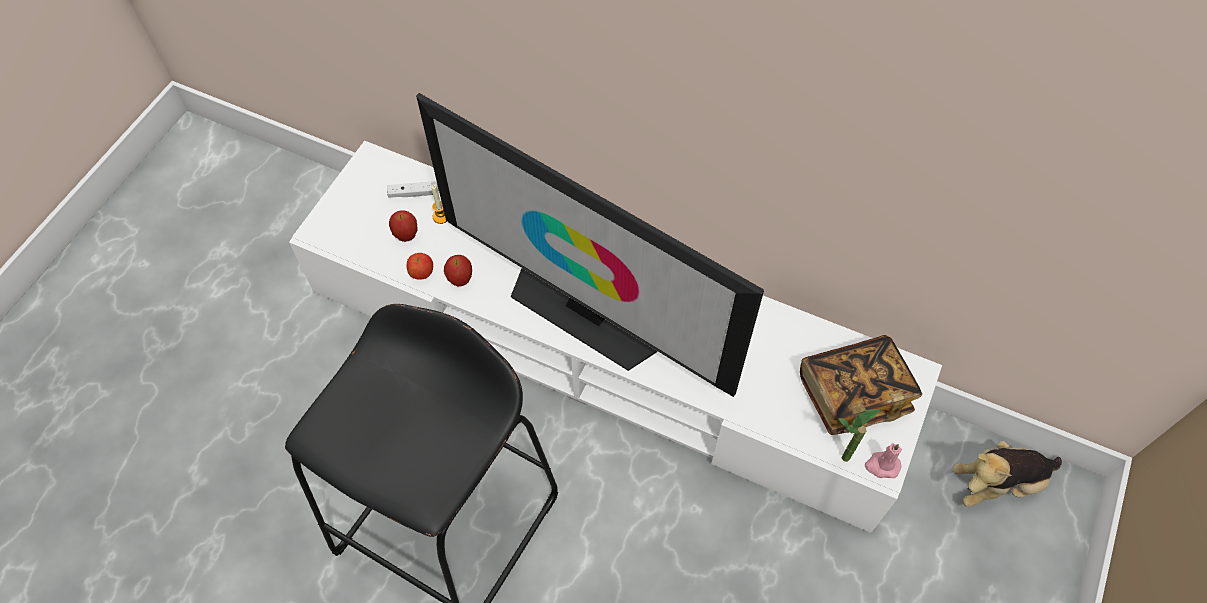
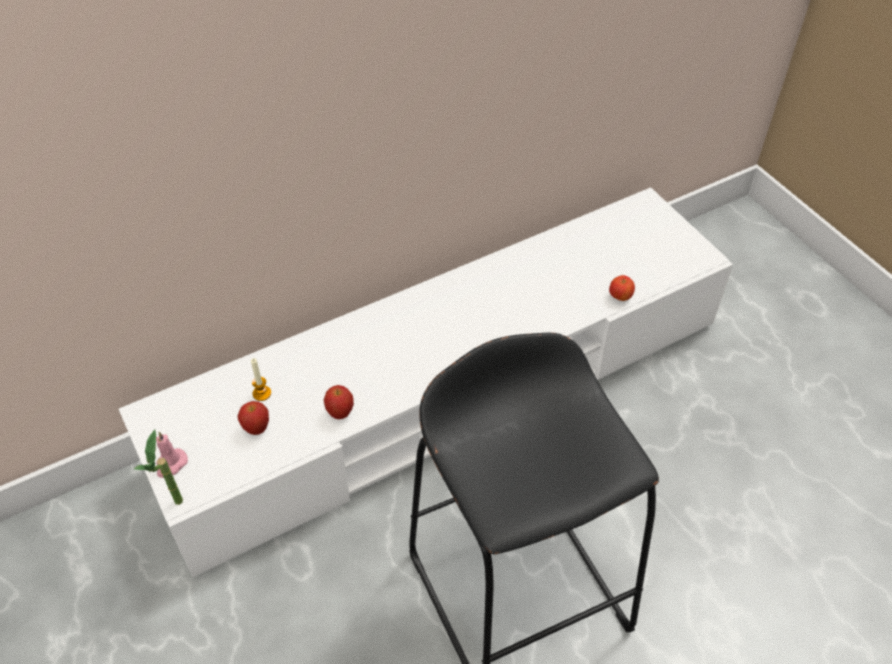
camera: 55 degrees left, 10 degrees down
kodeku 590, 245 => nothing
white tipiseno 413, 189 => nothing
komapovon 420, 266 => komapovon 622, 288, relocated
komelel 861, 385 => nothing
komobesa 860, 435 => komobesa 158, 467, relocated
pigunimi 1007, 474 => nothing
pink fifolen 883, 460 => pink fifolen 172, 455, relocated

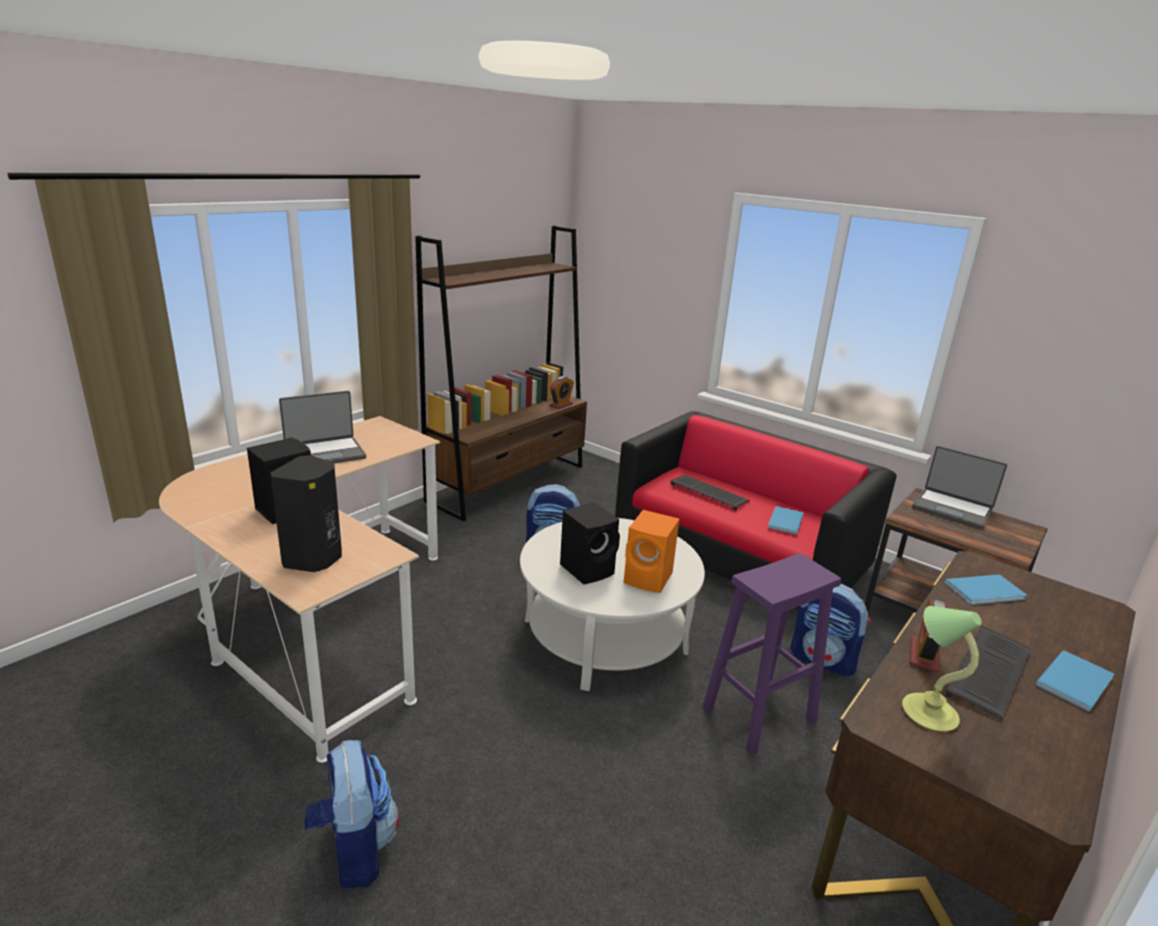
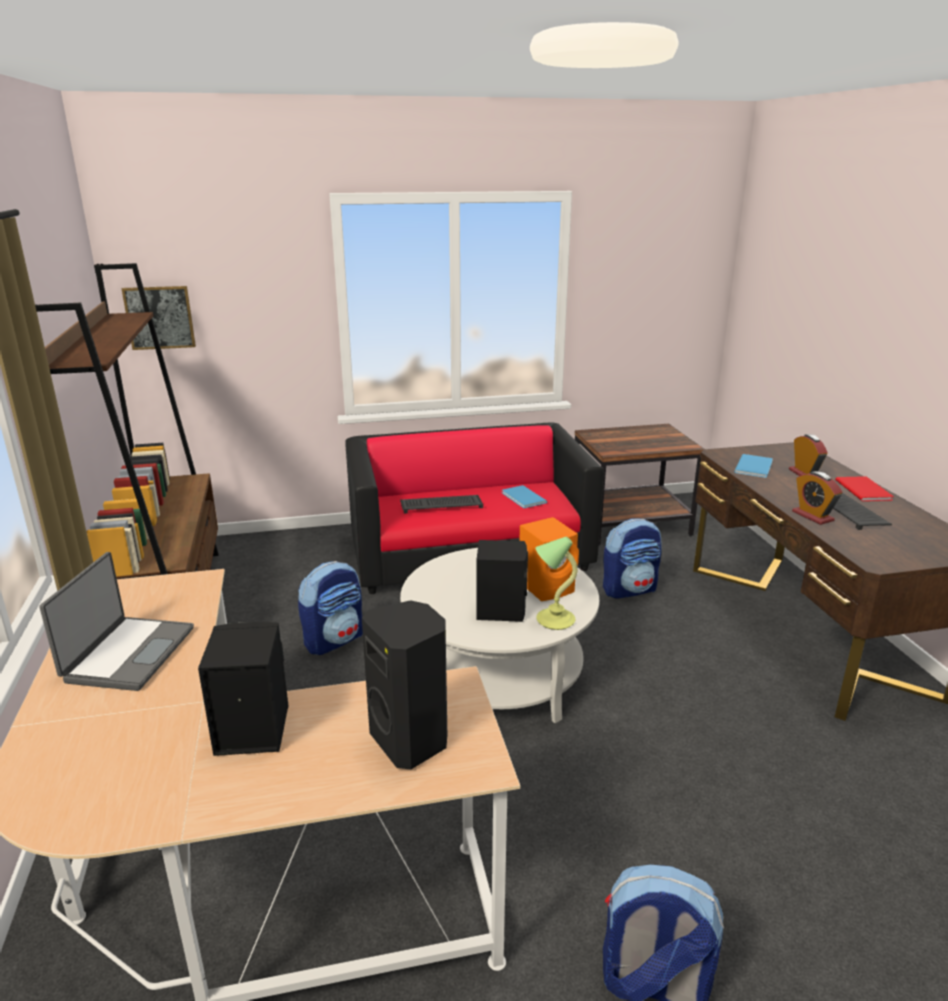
camera: 50 degrees left, 0 degrees up
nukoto 561, 392 => nukoto 808, 455, relocated
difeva 959, 487 => nothing
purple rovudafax 771, 653 => nothing
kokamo 941, 668 => kokamo 557, 583, relocated
blue komelel 1075, 681 => red komelel 864, 488
nothing => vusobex 159, 318

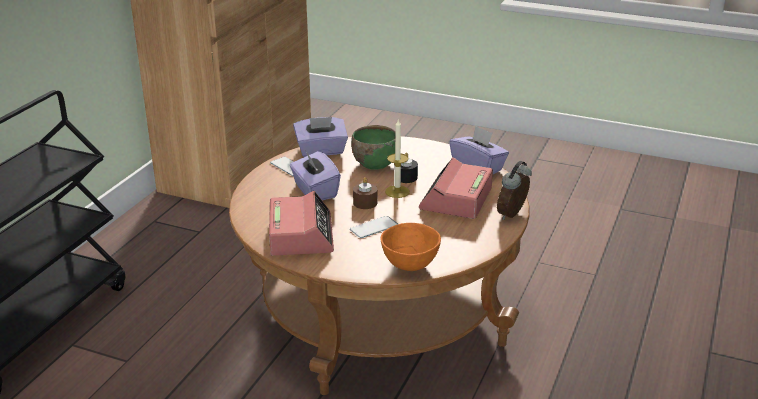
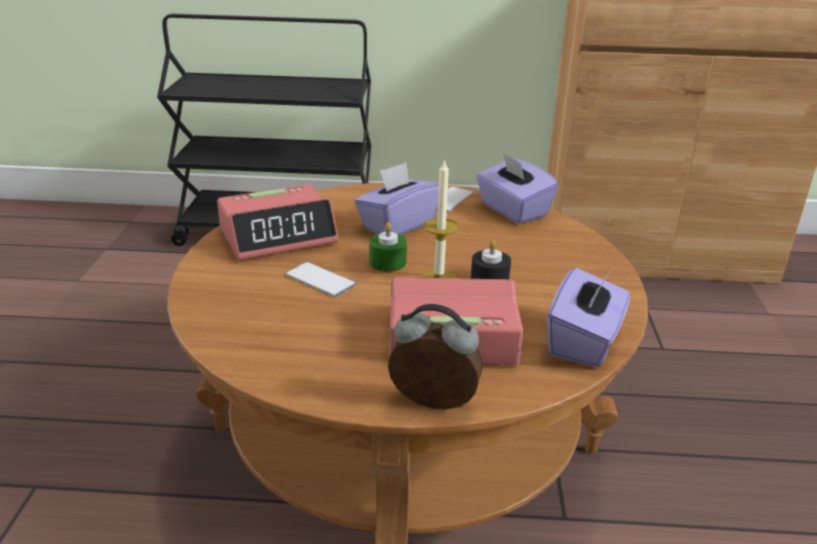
camera: 70 degrees right, 0 degrees up
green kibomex 373, 147 => nothing
brown fifolen 365, 193 => green fifolen 388, 247
orange kibomex 410, 247 => nothing

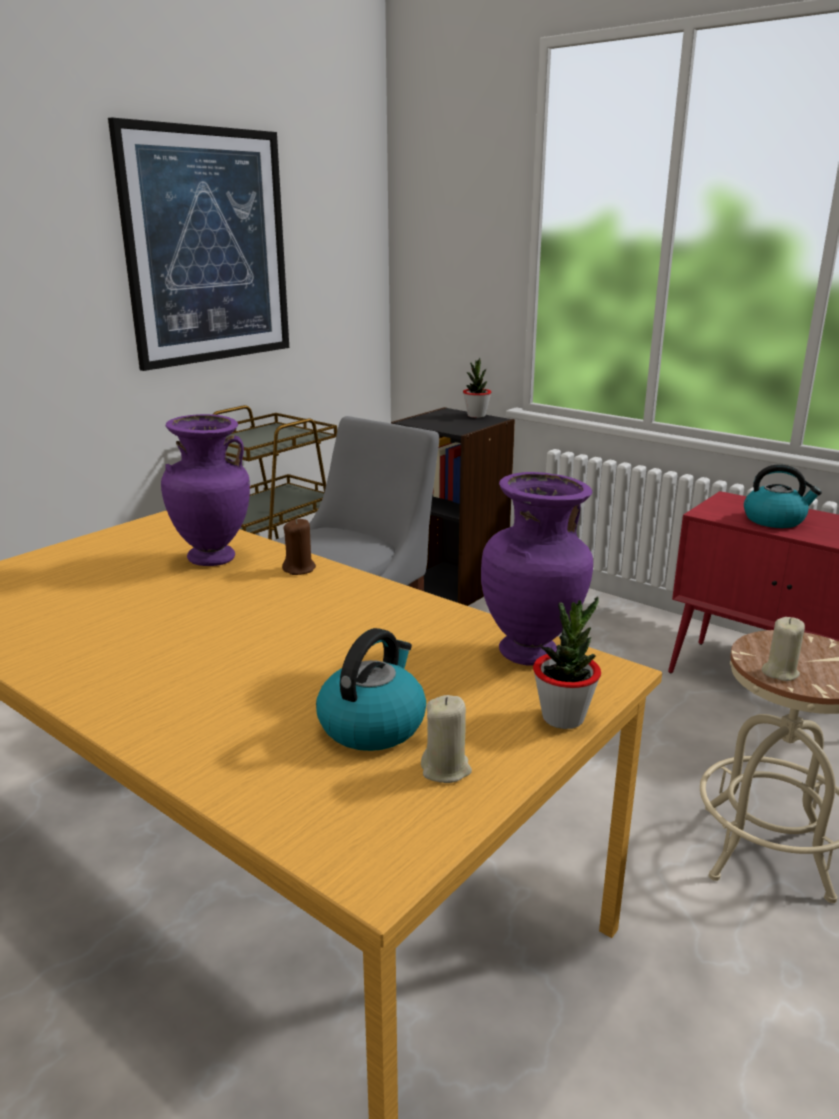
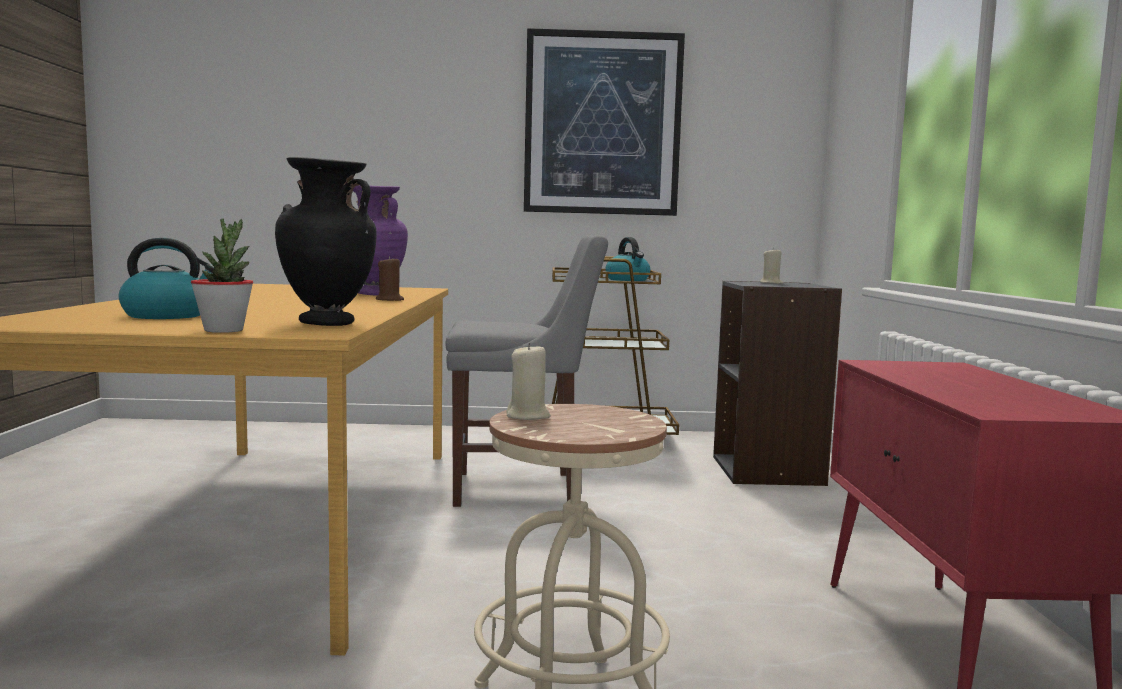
camera: 50 degrees right, 15 degrees down
komobesa 477, 388 => nothing
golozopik 783, 496 => golozopik 628, 259, relocated
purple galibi 537, 569 => black galibi 326, 241
beige fifolen 446, 739 => beige fifolen 771, 266, relocated

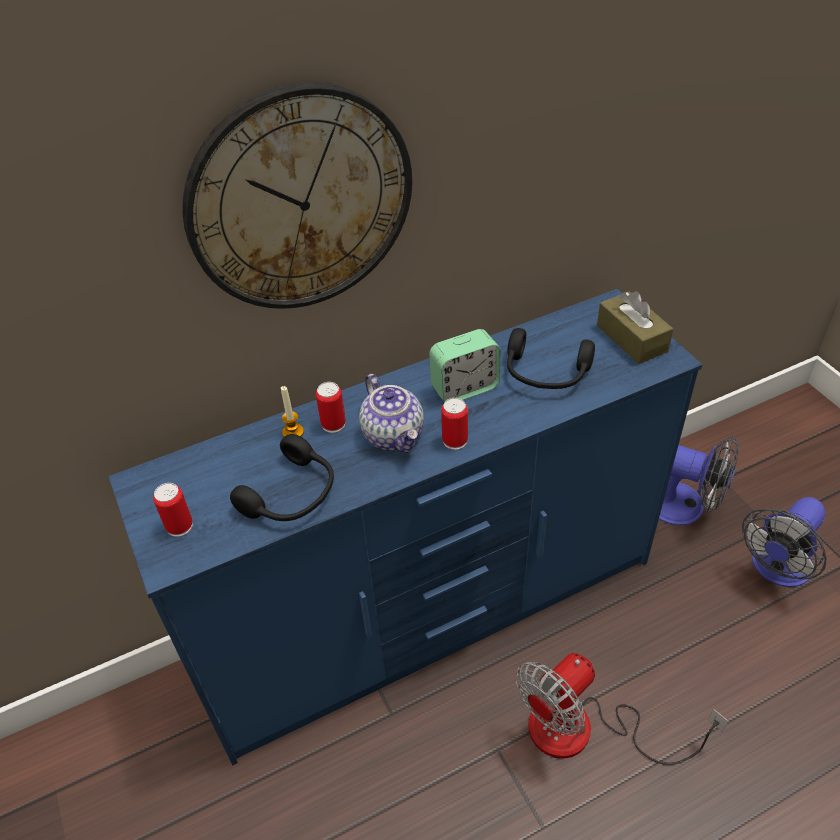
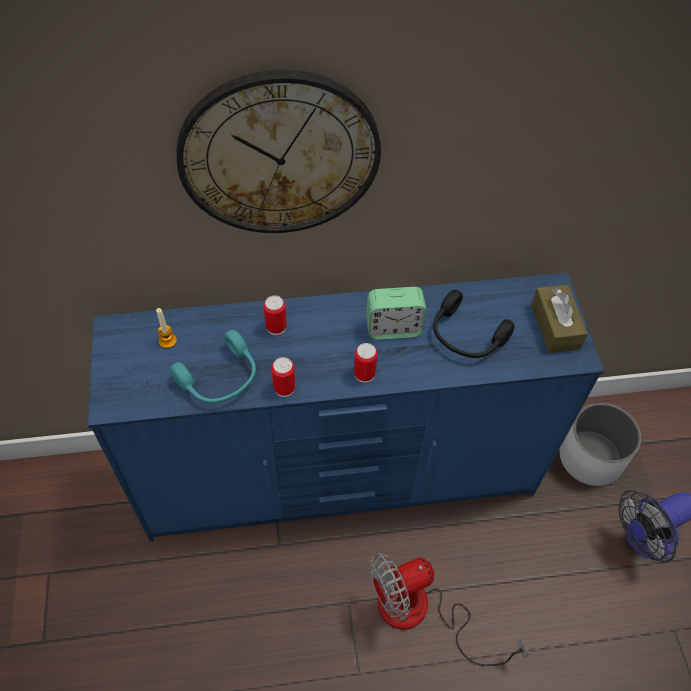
camera: 15 degrees right, 10 degrees up
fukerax 391, 413 => nothing
fifolen 292, 411 => fifolen 166, 328, relocated
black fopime 282, 477 => turquoise fopime 213, 367
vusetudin 699, 480 => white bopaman 600, 444
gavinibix 173, 510 => gavinibix 283, 377, relocated

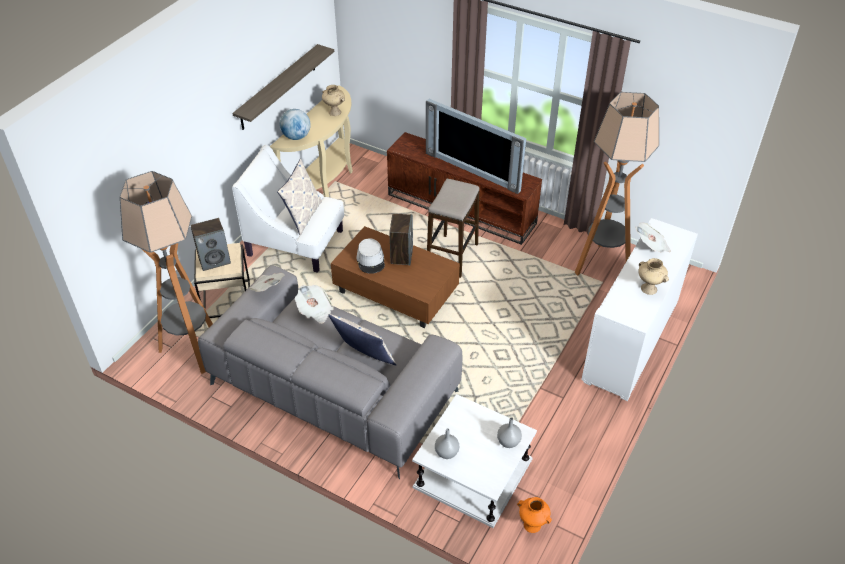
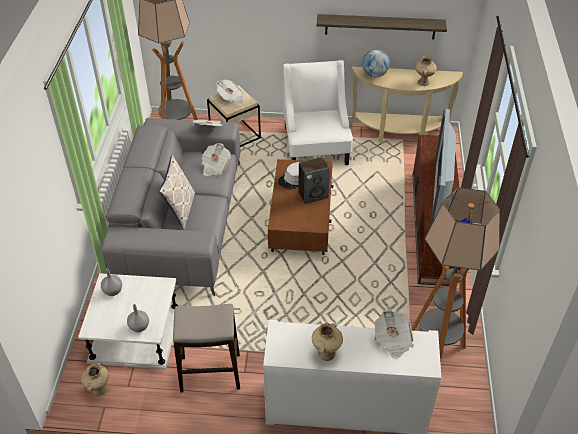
camera: 65 degrees right, 0 degrees up
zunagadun 299, 197 => nothing
rovudafax 453, 228 => rovudafax 206, 348, relocated
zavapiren 211, 244 => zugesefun 230, 92
orange galibi 534, 515 => beige galibi 95, 379

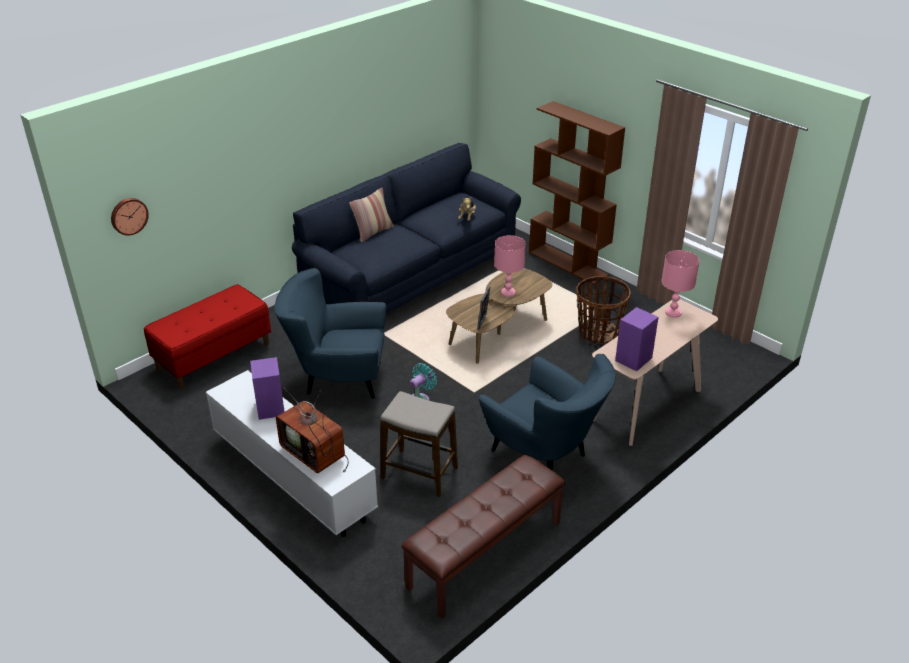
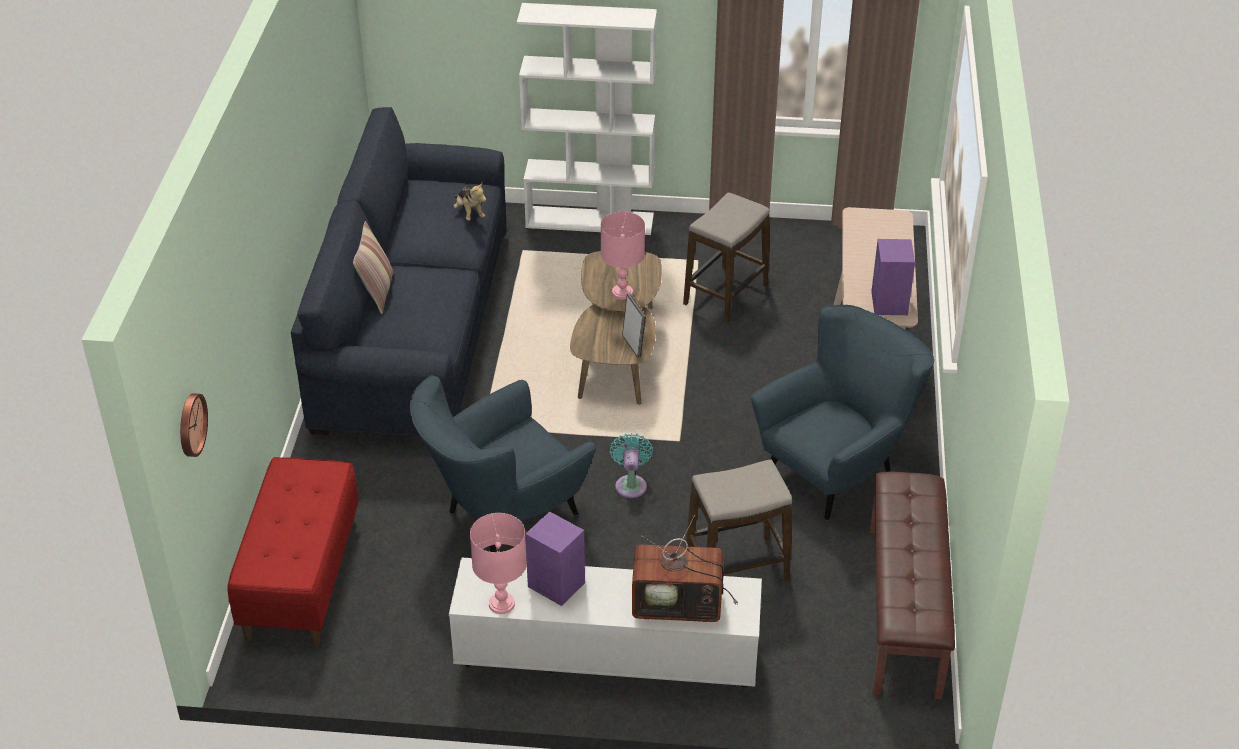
camera: 40 degrees left, 5 degrees up
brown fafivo 577, 193 => white fafivo 587, 119
pink kokamo 680, 284 => pink kokamo 498, 563, relocated
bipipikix 603, 310 => rovudafax 726, 258
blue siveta 547, 412 => blue siveta 842, 413, 45 degrees counterclockwise

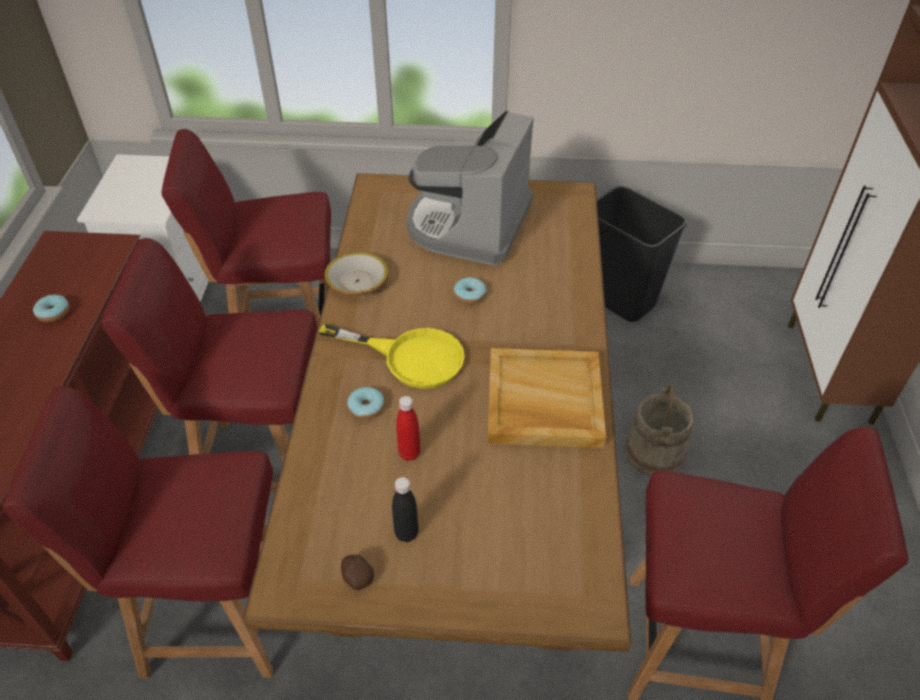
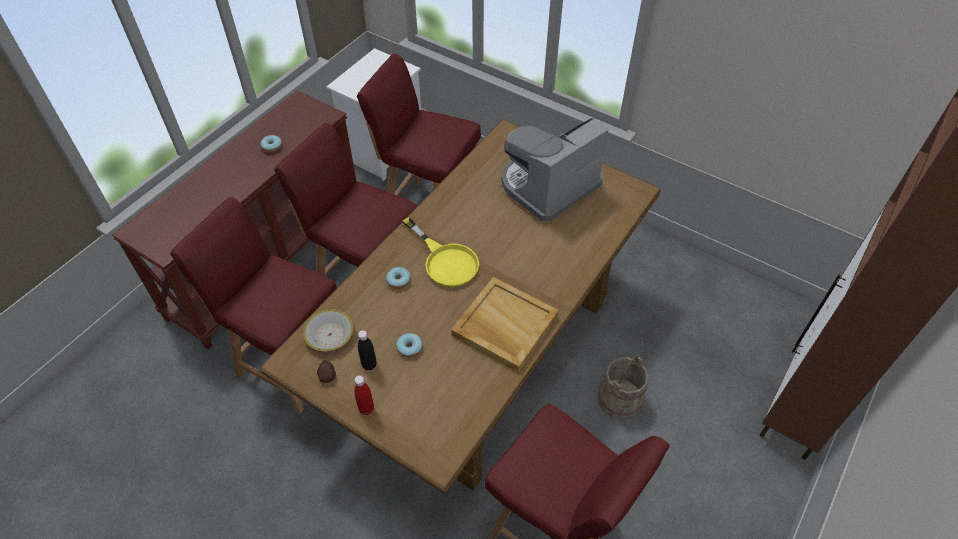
camera: 30 degrees right, 5 degrees up
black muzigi 642, 254 => nothing
kibomex 356, 273 => kibomex 328, 330, relocated
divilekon 470, 290 => divilekon 409, 345, relocated
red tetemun 408, 428 => red tetemun 364, 395, relocated

